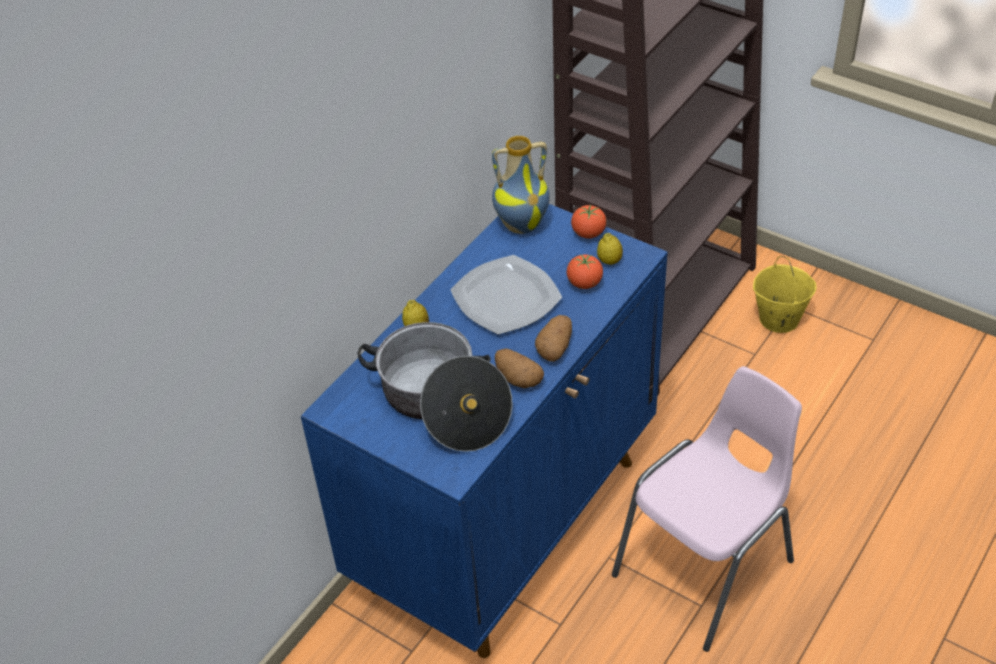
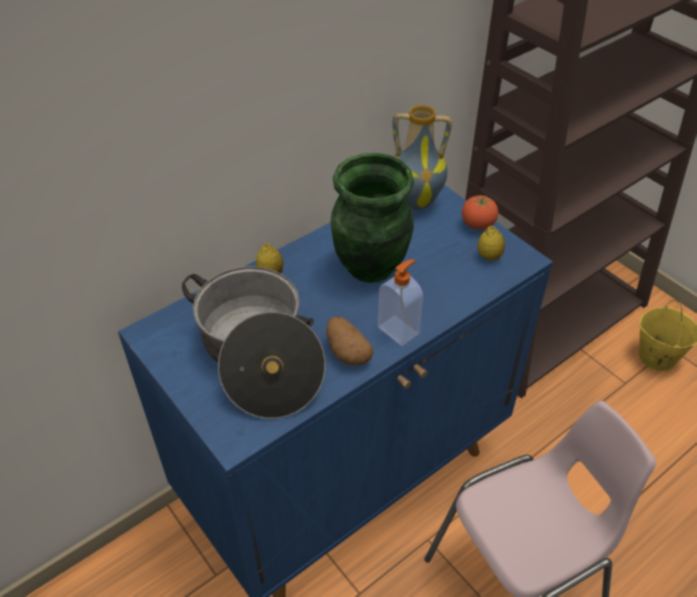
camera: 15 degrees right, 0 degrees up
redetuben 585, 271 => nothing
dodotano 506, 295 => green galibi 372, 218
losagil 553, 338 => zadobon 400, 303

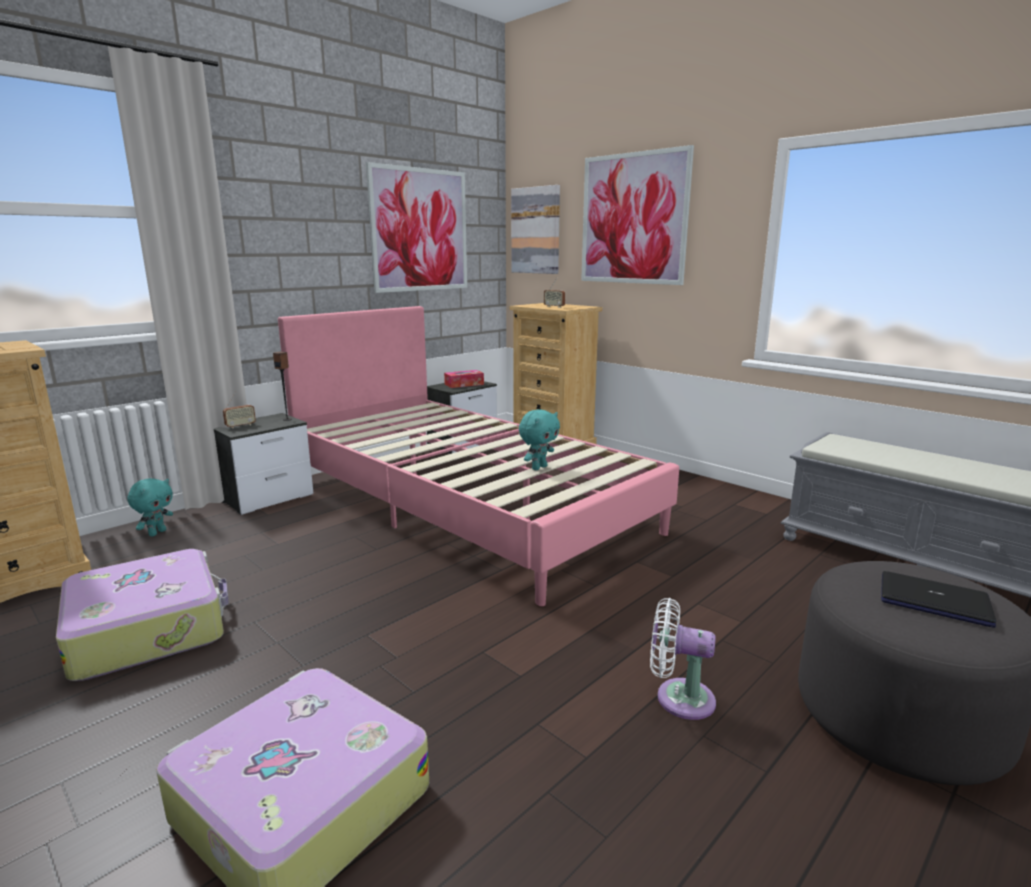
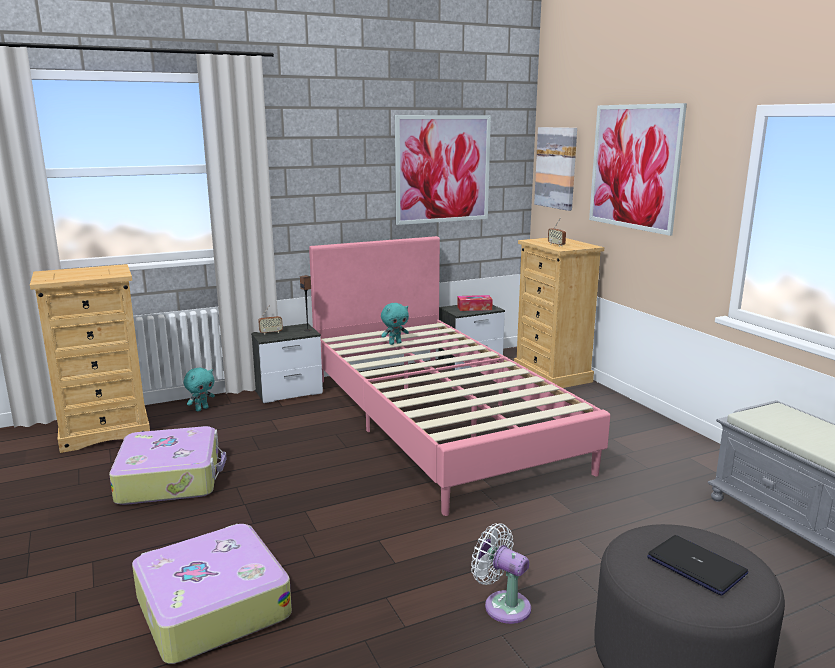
camera: 20 degrees right, 0 degrees up
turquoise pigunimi 539, 439 => turquoise pigunimi 395, 324, relocated

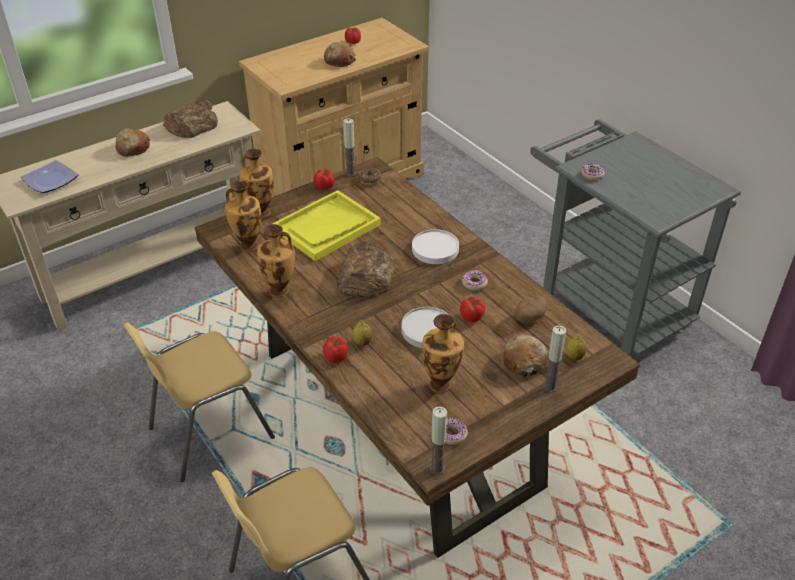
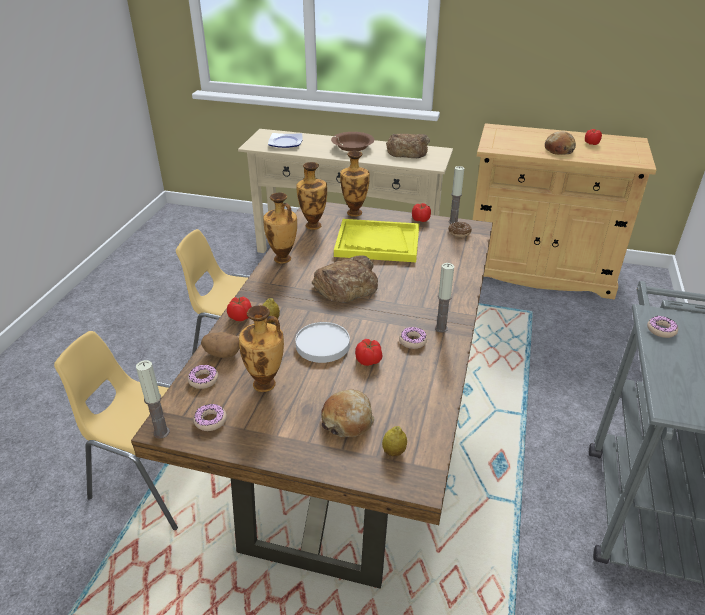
camera: 50 degrees right, 5 degrees down
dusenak 132, 142 => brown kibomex 352, 142
white dodotano 435, 246 => nothing
losagil 531, 309 => losagil 220, 345, relocated
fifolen 554, 358 => fifolen 444, 298, relocated
nothing => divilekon 203, 377

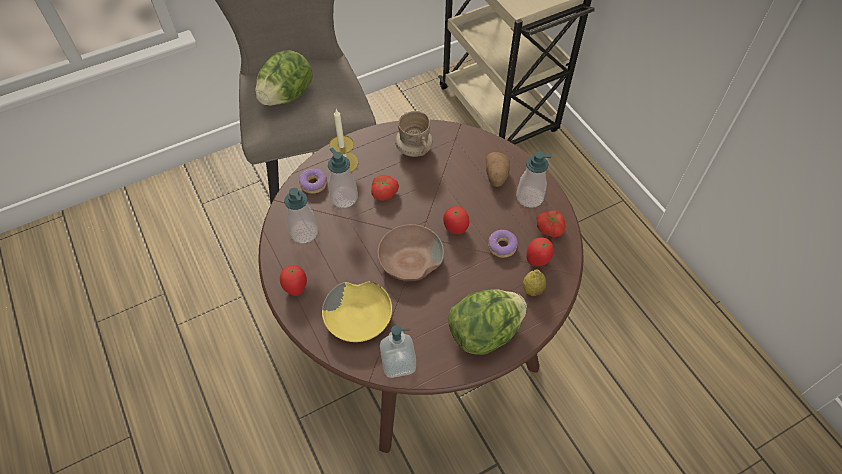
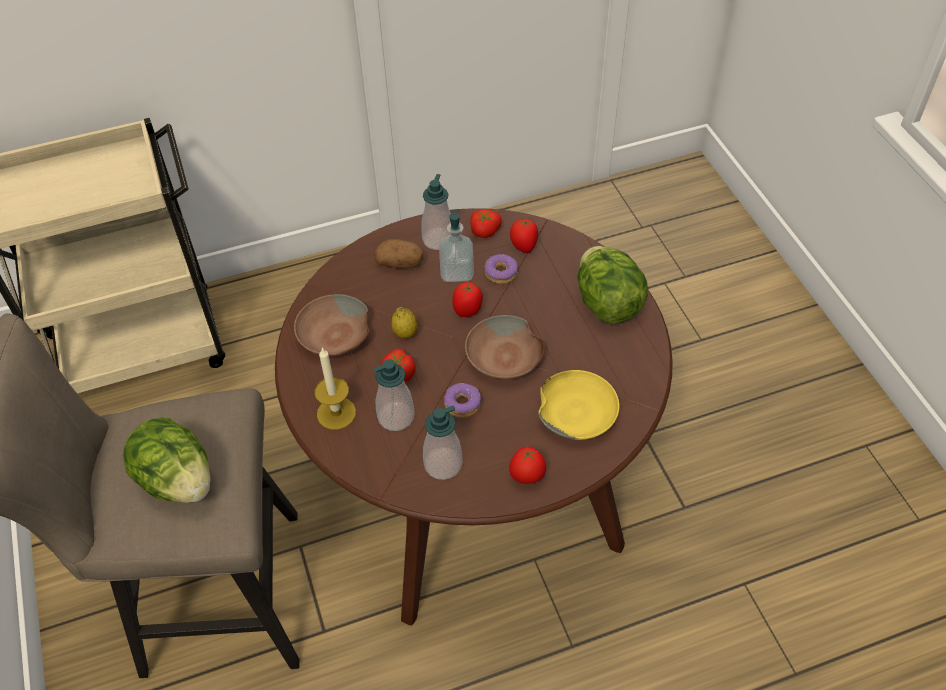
camera: 80 degrees left, 5 degrees down
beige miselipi 414, 134 => brown kibomex 332, 325
divilekon 313, 181 => divilekon 462, 400, relocated
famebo 534, 282 => famebo 404, 322, relocated
zadobon 398, 351 => zadobon 456, 246, relocated

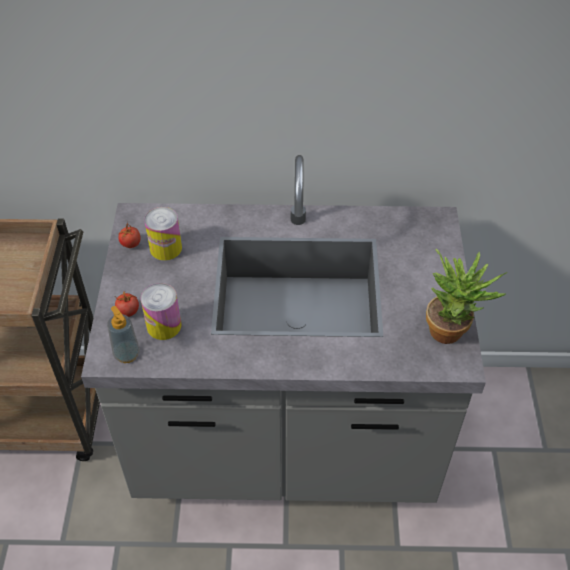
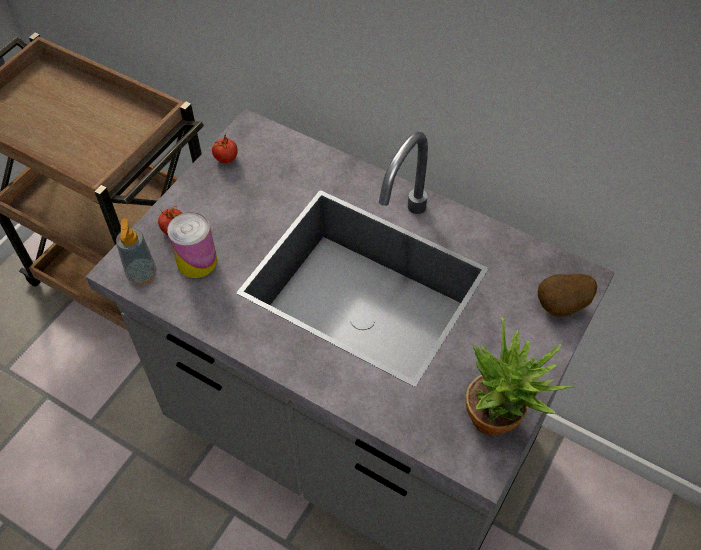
camera: 30 degrees right, 5 degrees up
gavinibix 163, 234 => nothing
nothing => losagil 567, 295

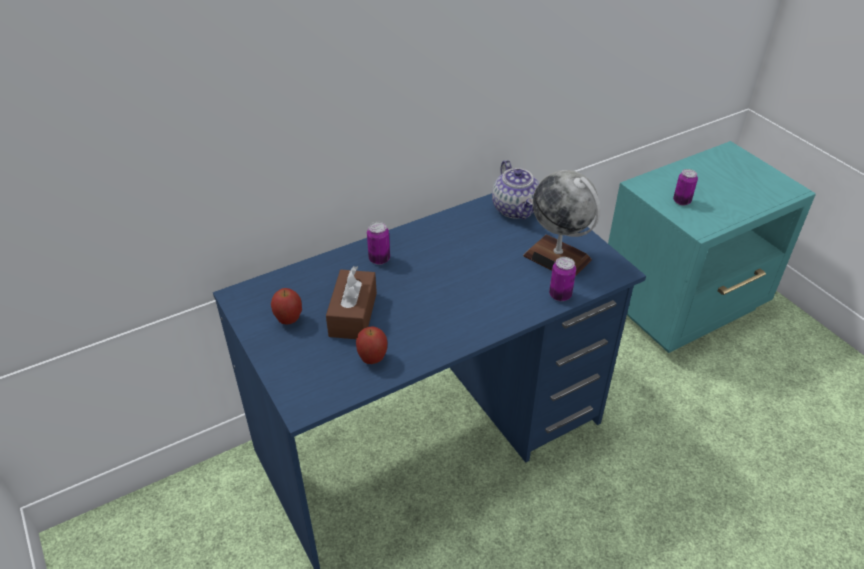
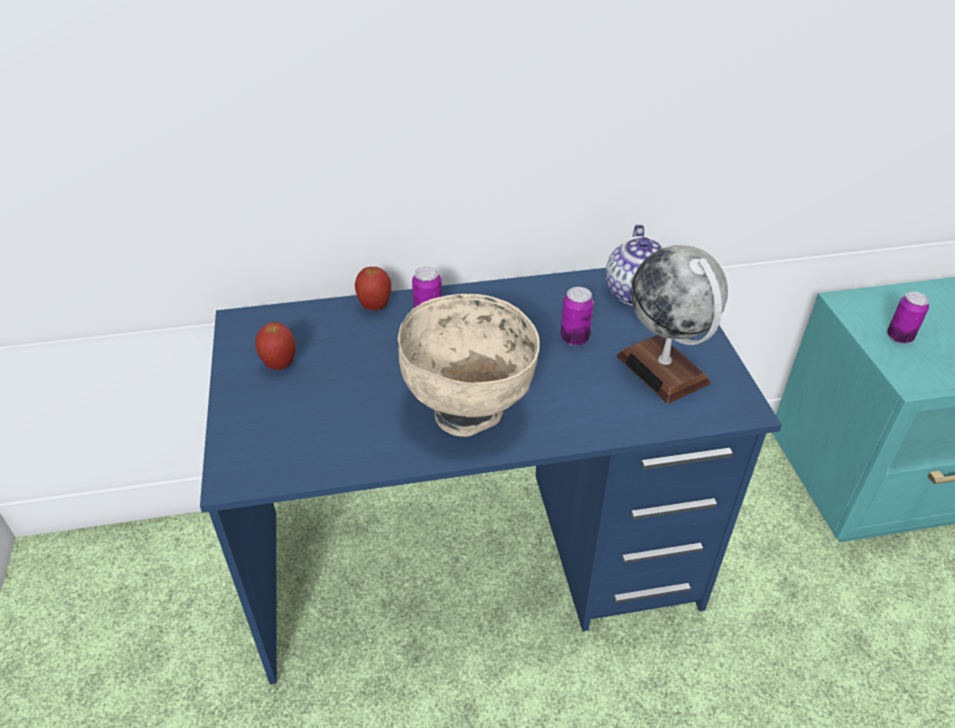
camera: 20 degrees right, 0 degrees up
gavinibix 562, 279 => gavinibix 577, 316, relocated
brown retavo 351, 302 => nothing
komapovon 371, 345 => komapovon 373, 289, relocated
nothing => beige kibomex 469, 365

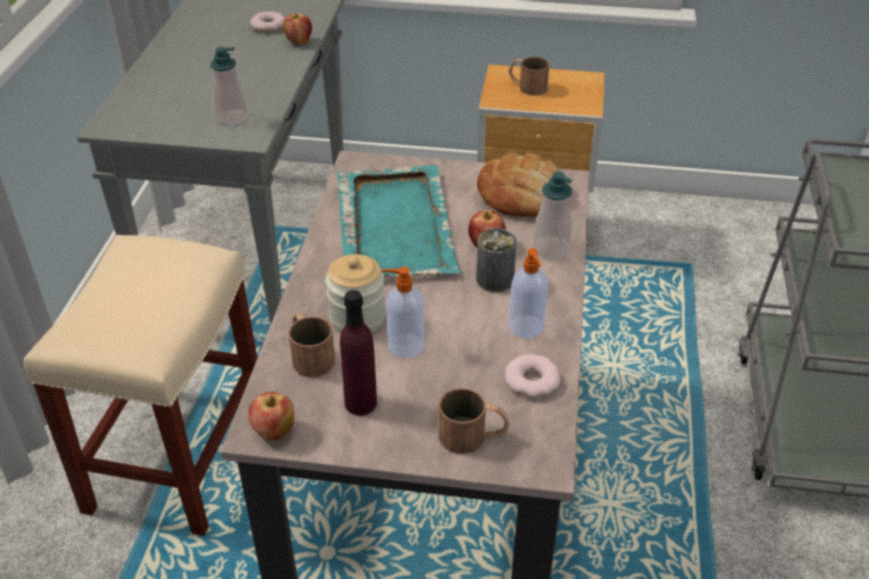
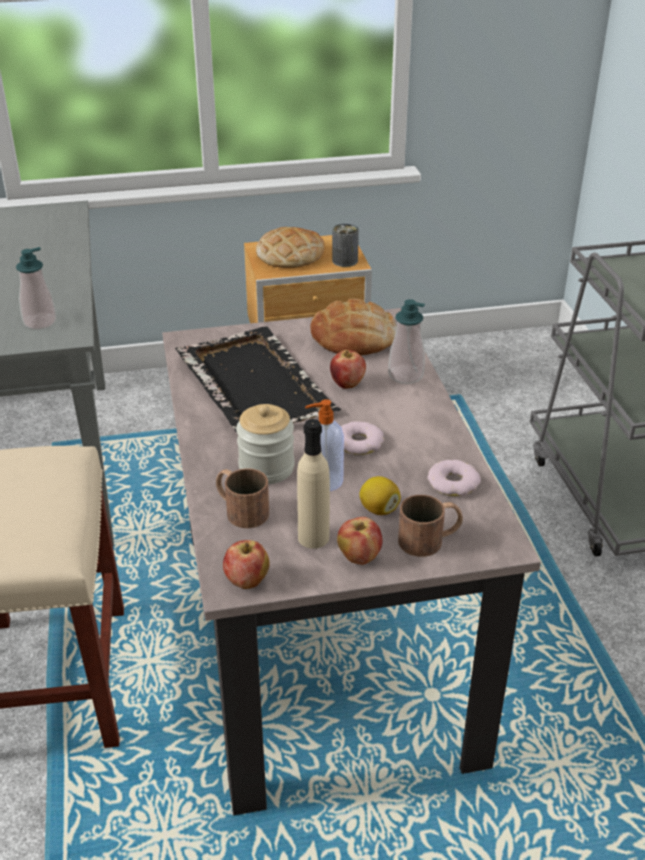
camera: 20 degrees left, 5 degrees down
divilekon 267, 21 => divilekon 362, 438, relocated
komapovon 297, 29 => komapovon 360, 541, relocated
brown miselipi 529, 76 => dusenak 290, 247
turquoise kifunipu 399, 220 => black kifunipu 258, 379
gavinibix 496, 261 => gavinibix 345, 245, relocated
zadobon 528, 293 => nothing
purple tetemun 358, 353 => beige tetemun 313, 484
nothing => famebo 380, 495

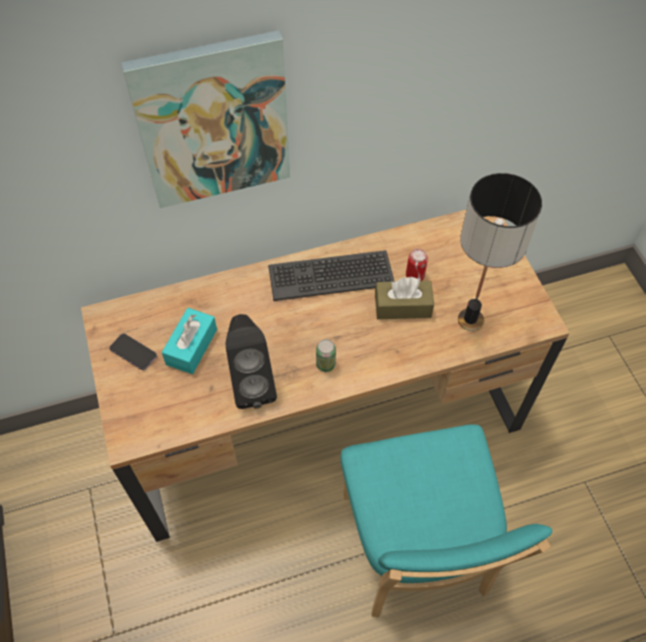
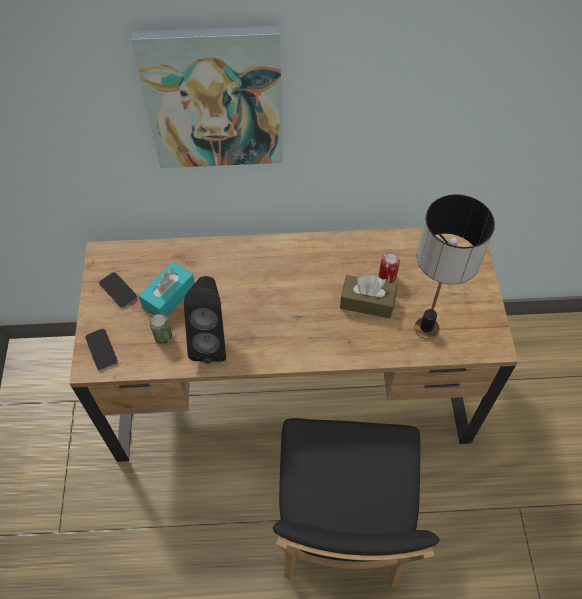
camera: 15 degrees right, 0 degrees up
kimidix 331, 275 => nothing
gavinibix 326, 355 => gavinibix 161, 329, relocated
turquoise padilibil 446, 520 => black padilibil 356, 503
nothing => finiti 101, 349

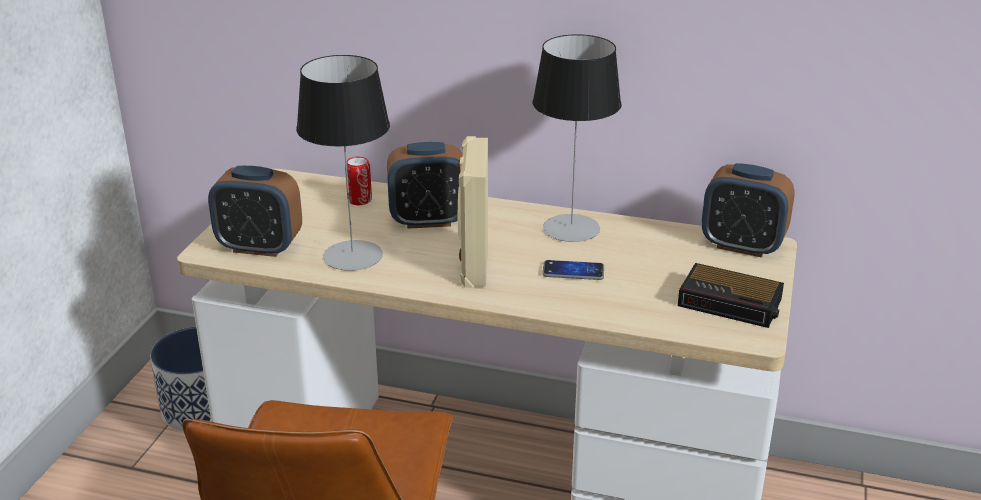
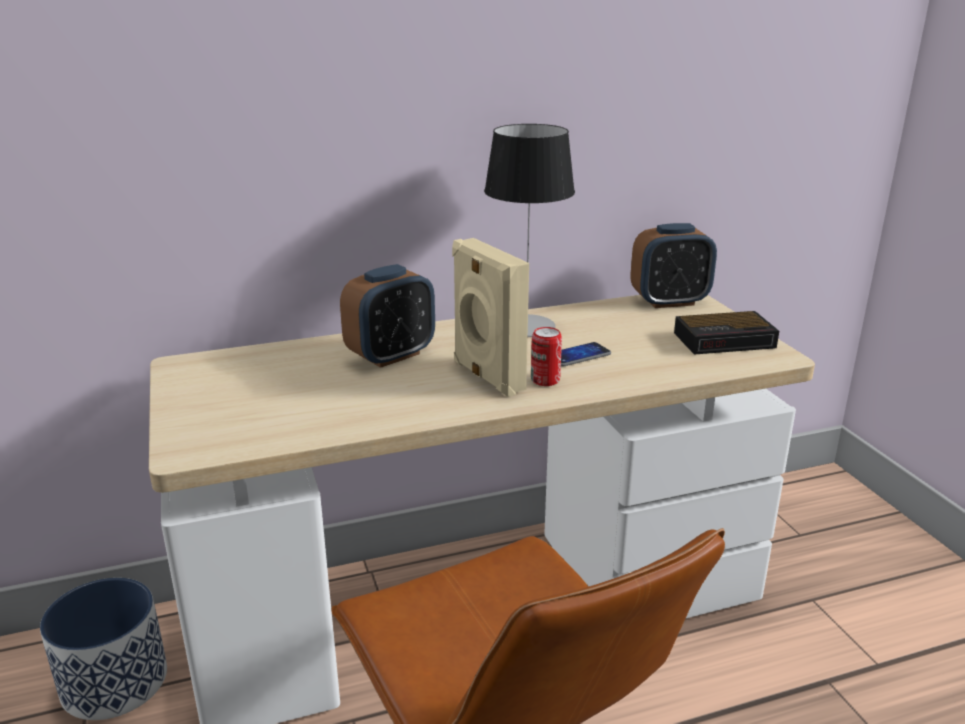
camera: 35 degrees left, 5 degrees down
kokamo 343, 163 => nothing
gavinibix 358, 181 => gavinibix 546, 356, relocated
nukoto 255, 211 => nothing

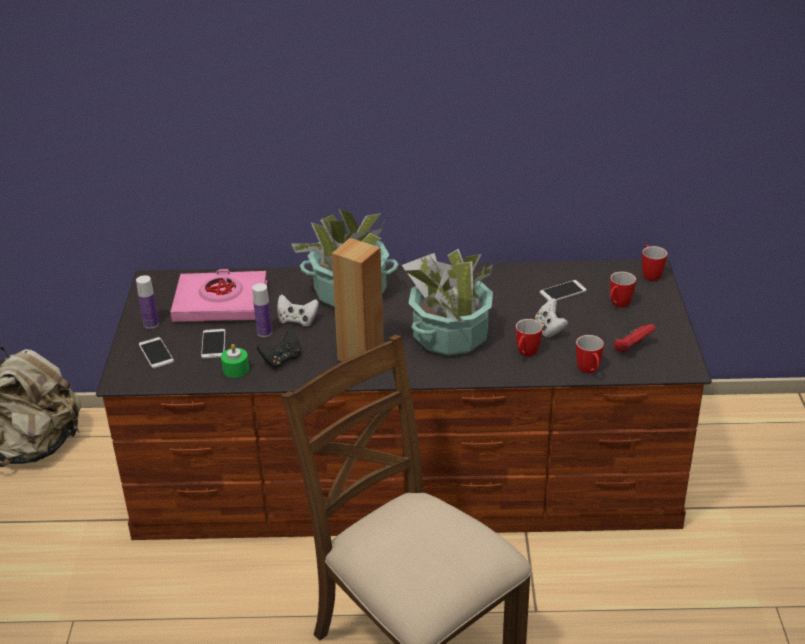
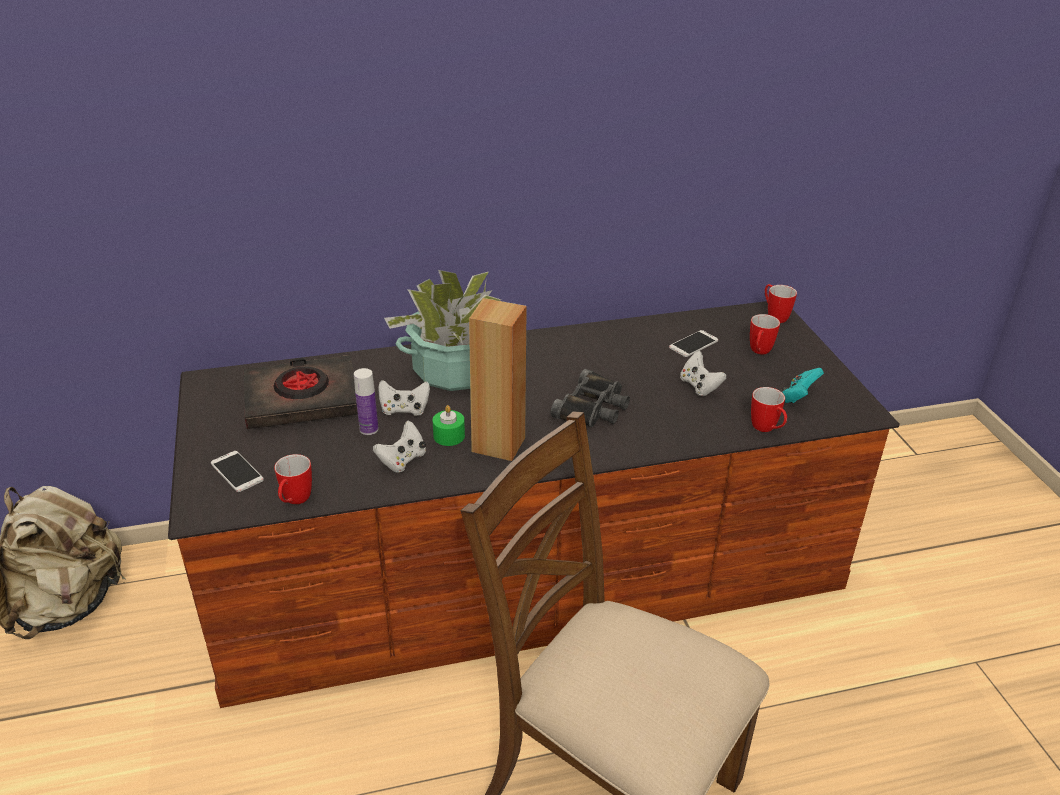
camera: 15 degrees left, 0 degrees up
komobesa 447, 302 => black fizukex 590, 398
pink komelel 219, 295 => black komelel 301, 392
tetemun 147, 302 => nothing
miselipi 529, 338 => miselipi 293, 479, relocated
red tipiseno 635, 338 => turquoise tipiseno 802, 385
finiti 213, 344 => nothing
black tipiseno 279, 349 => white tipiseno 399, 447
green fifolen 235, 361 => green fifolen 449, 425, relocated

